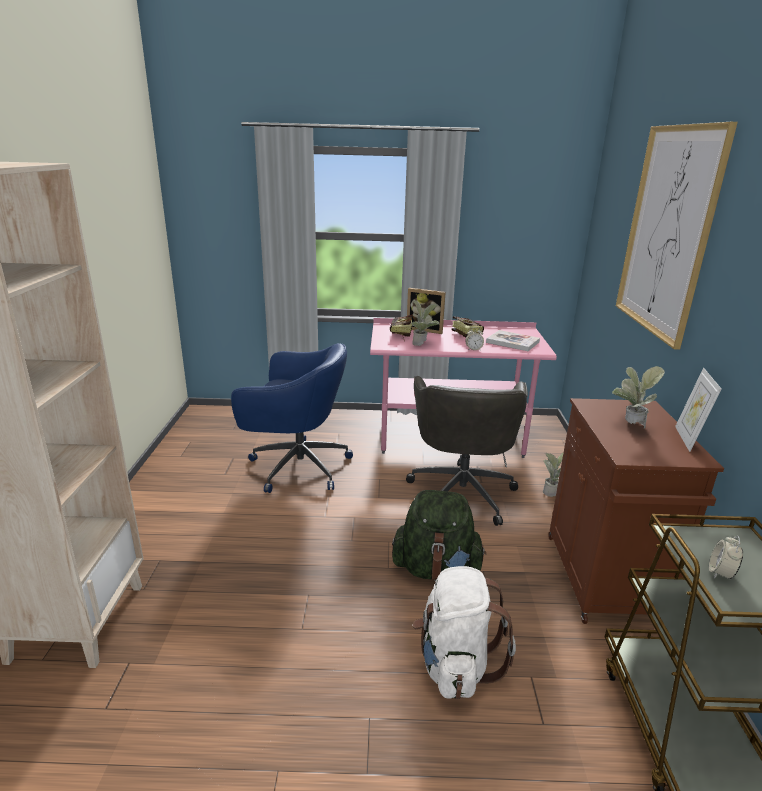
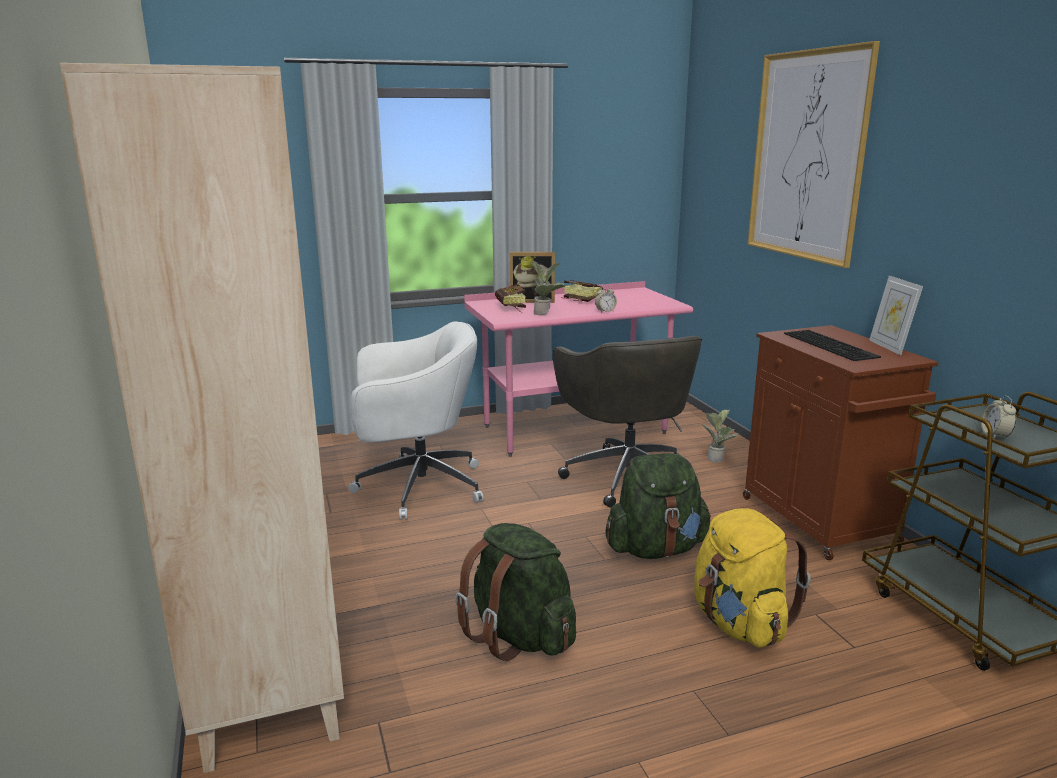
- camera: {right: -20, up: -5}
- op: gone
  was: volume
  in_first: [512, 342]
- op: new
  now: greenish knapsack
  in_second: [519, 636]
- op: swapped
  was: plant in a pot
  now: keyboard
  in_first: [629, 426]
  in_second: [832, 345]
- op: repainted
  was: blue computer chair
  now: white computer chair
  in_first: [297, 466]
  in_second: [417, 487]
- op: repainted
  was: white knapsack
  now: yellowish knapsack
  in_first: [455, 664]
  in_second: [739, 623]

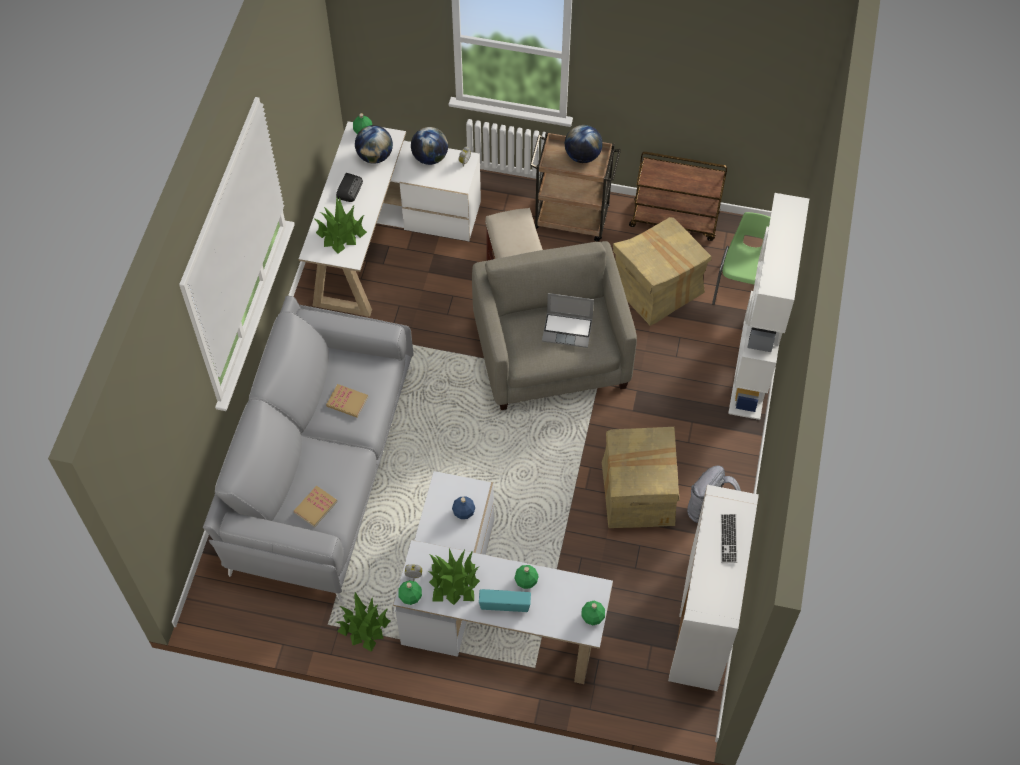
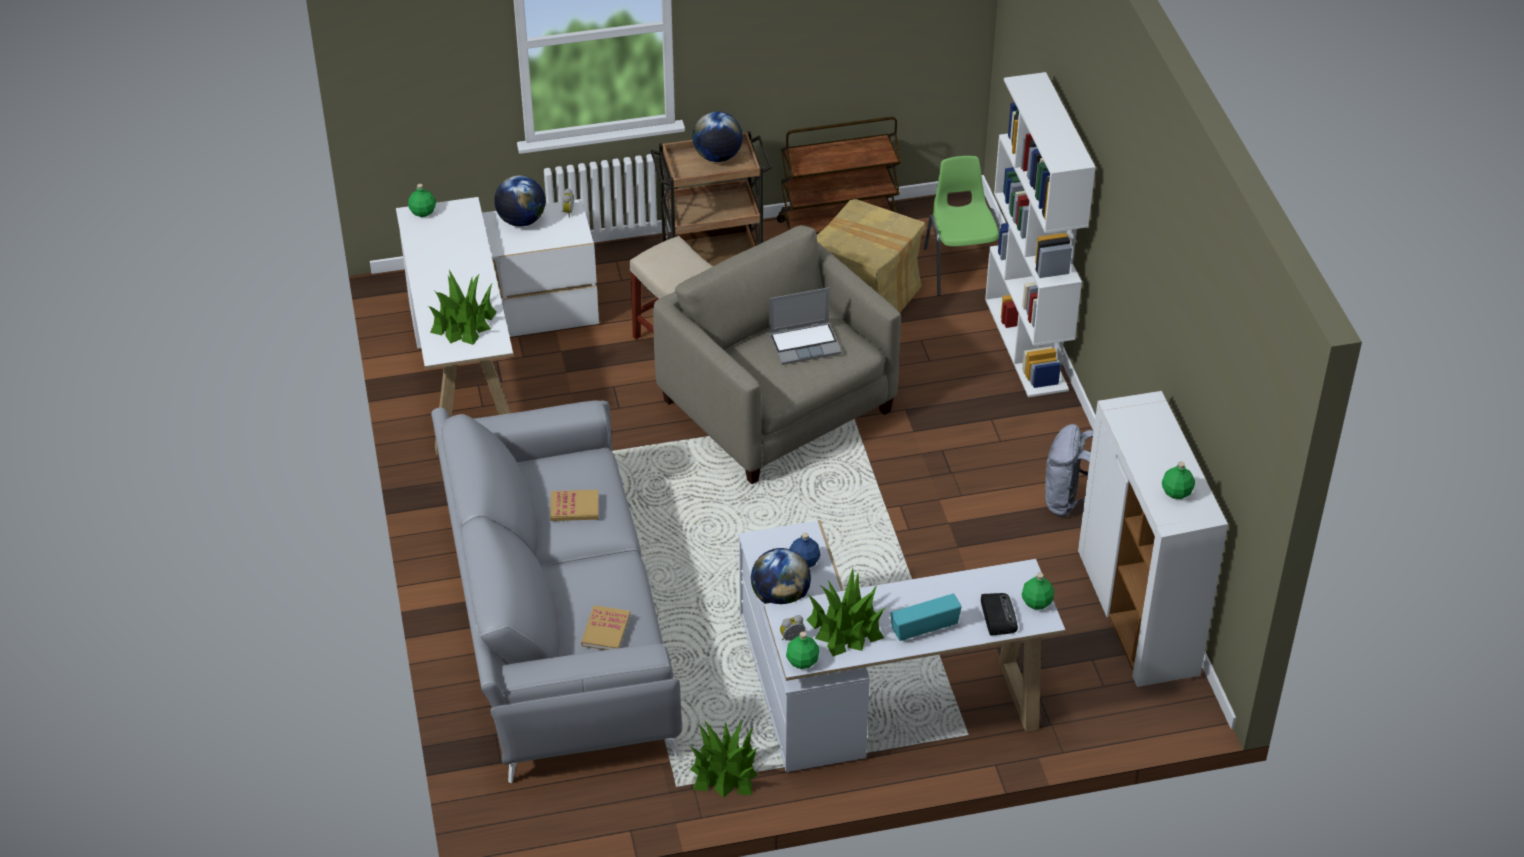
- camera: {right: -25, up: -15}
- op: gone
  was: cardboard box
  in_first: [638, 494]
- op: gone
  was: keyboard
  in_first: [728, 539]
- op: shifted
  was: radio receiver
  in_first: [349, 189]
  in_second: [997, 616]
- op: shifted
  was: globe
  in_first: [375, 156]
  in_second: [780, 598]
- op: shifted
  was: greenish bottle
  in_first: [526, 581]
  in_second: [1176, 492]

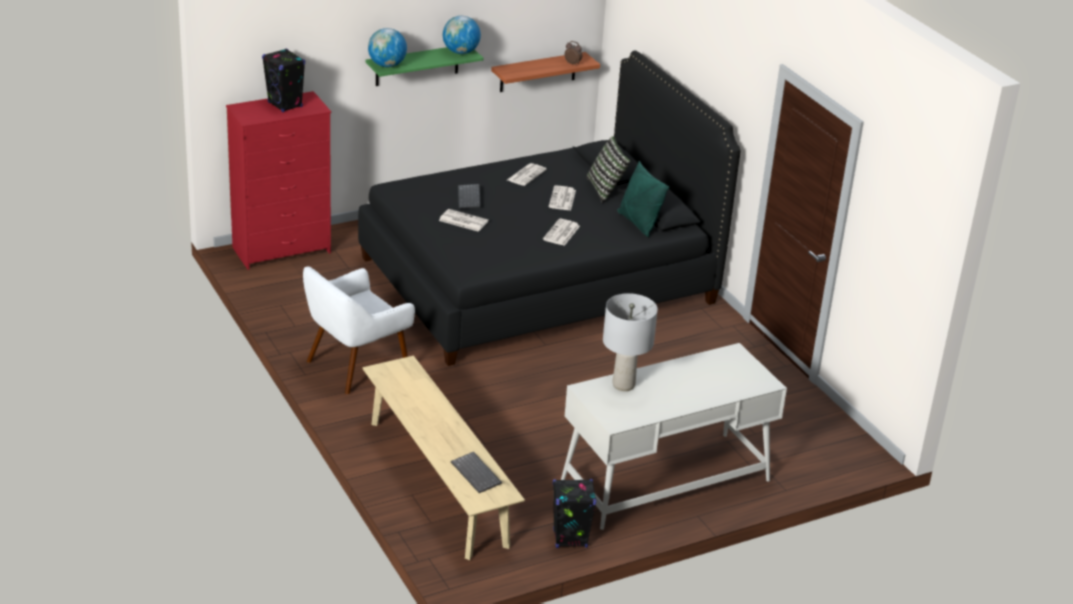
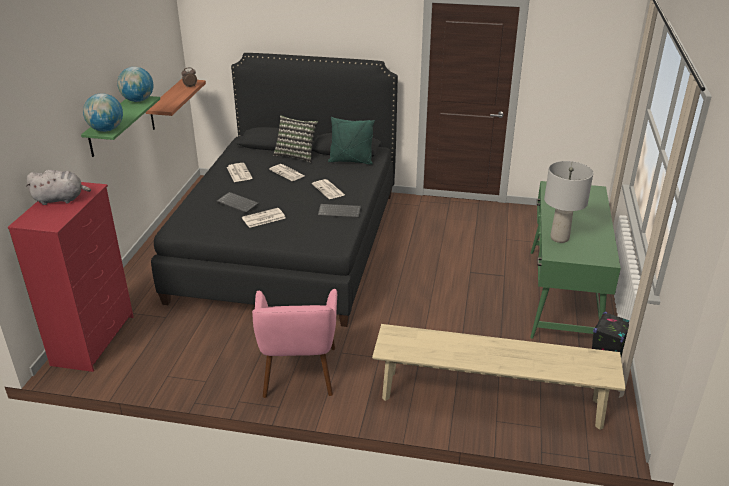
- camera: {right: -50, up: 0}
- op: shifted
  was: keyboard
  in_first: [477, 474]
  in_second: [340, 211]
- op: swapped
  was: blackish speaker
  now: gray cuddly toy
  in_first: [285, 105]
  in_second: [61, 199]
- op: repainted
  was: white lounge chair
  now: pink-coloured lounge chair
  in_first: [356, 366]
  in_second: [298, 373]
- op: repainted
  was: white desk table
  now: greenish desk table
  in_first: [665, 480]
  in_second: [563, 295]

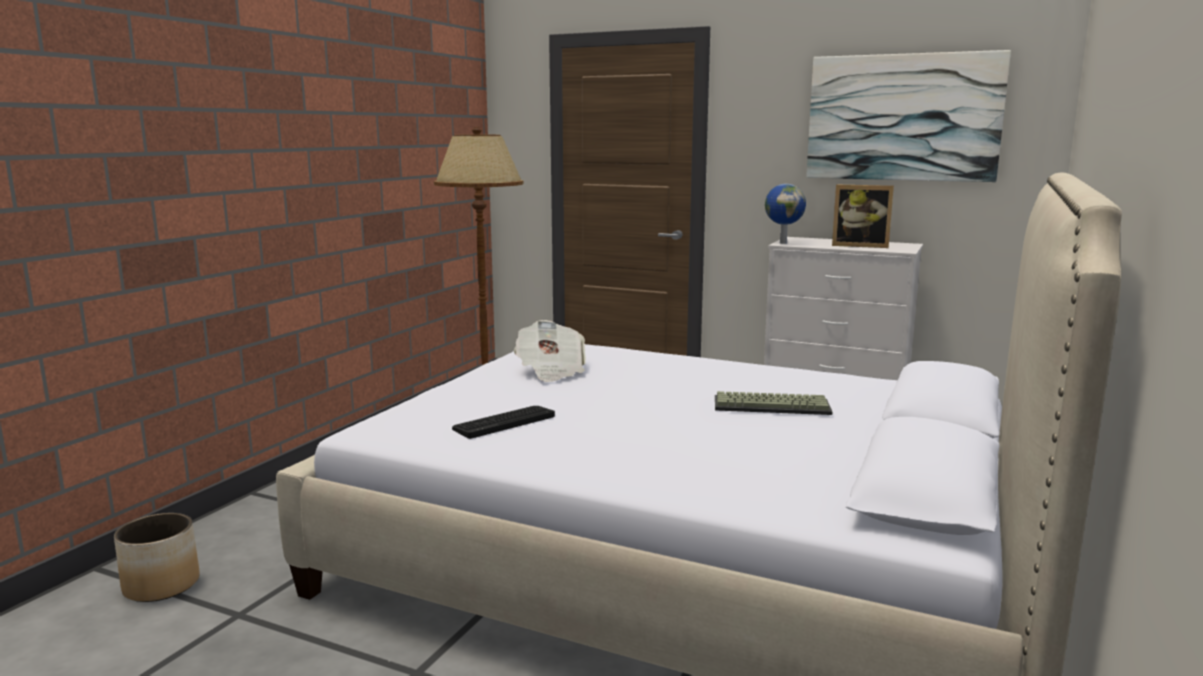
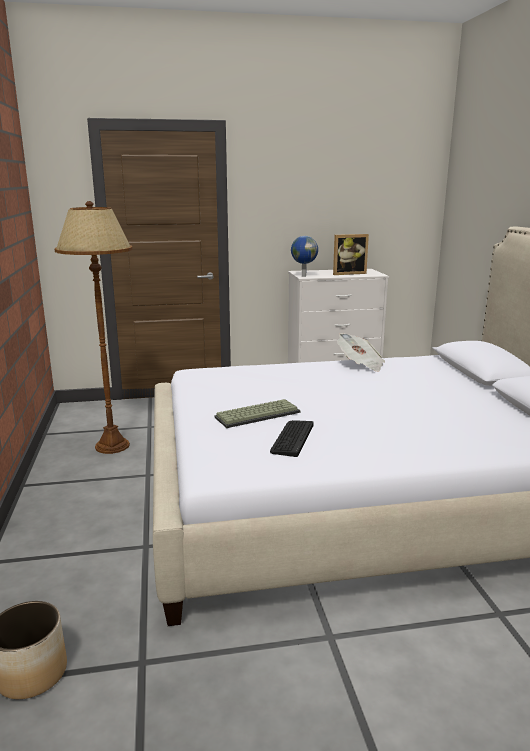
- camera: {right: -35, up: 5}
- op: gone
  was: wall picture
  in_first: [903, 117]
- op: shifted
  was: newspaper
  in_first: [551, 371]
  in_second: [360, 365]
- op: shifted
  was: keyboard
  in_first: [772, 405]
  in_second: [258, 414]

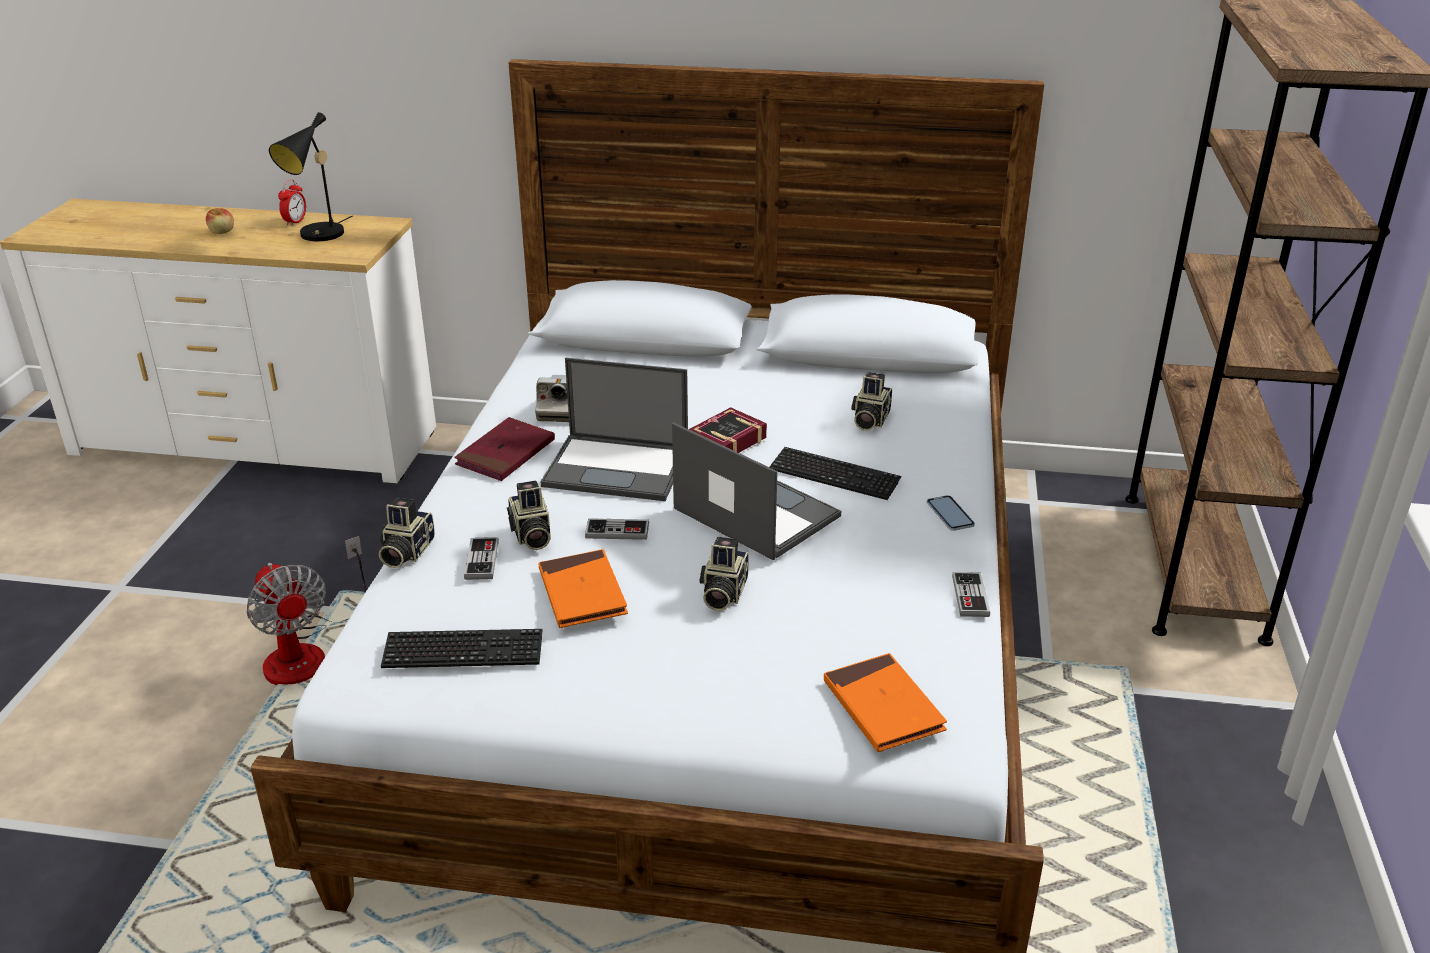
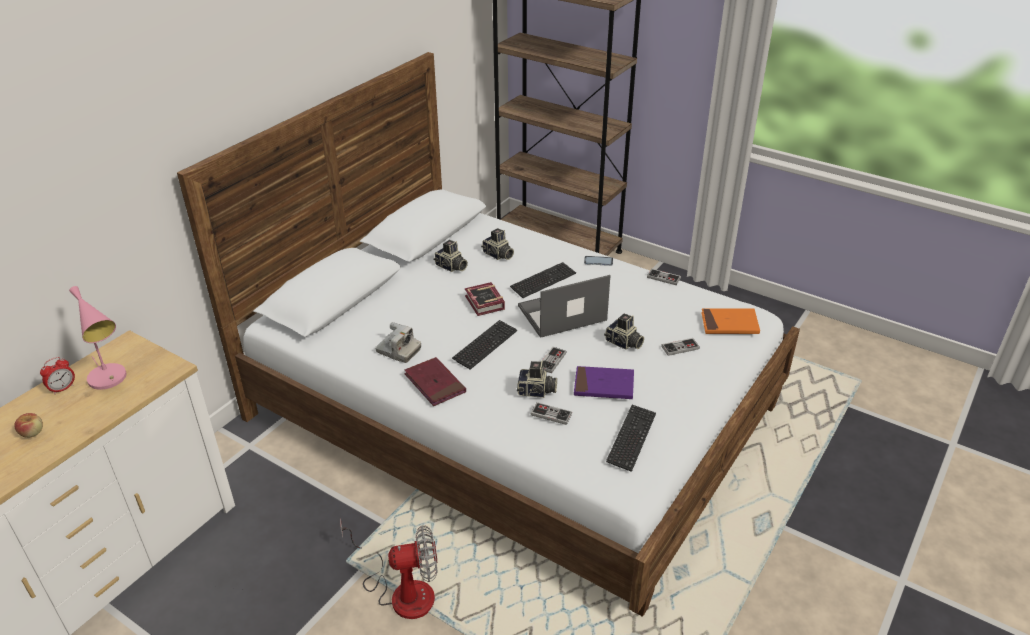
- camera: {right: -65, up: 5}
- op: new
  now: game controller
  in_second: [680, 348]
- op: shifted
  was: still camera
  in_first: [405, 552]
  in_second: [451, 267]
- op: swapped
  was: laptop
  now: keyboard
  in_first: [618, 468]
  in_second: [485, 345]
- op: repainted
  was: blackish table lamp
  now: pink-coloured table lamp
  in_first: [319, 236]
  in_second: [110, 380]
- op: repainted
  was: orange-coloured volume
  now: purple volume
  in_first: [582, 593]
  in_second: [604, 385]
- op: rotated
  was: alarm clock
  in_first: [295, 222]
  in_second: [63, 388]
  clockwise: 90

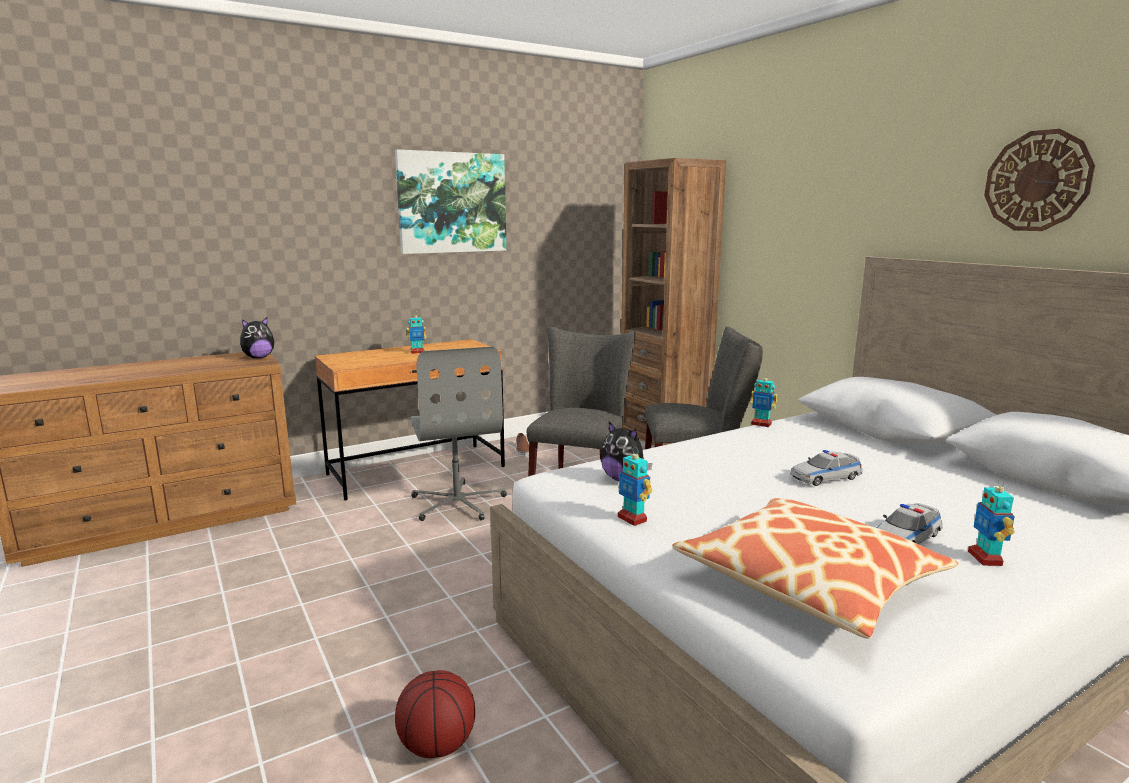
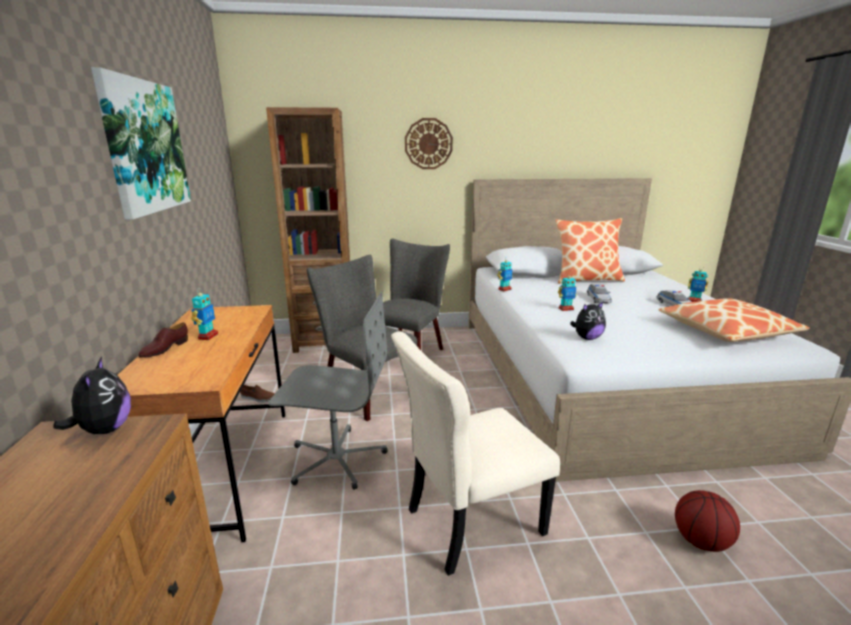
- camera: {right: -65, up: 5}
- op: new
  now: brown item of footwear
  in_second: [164, 349]
- op: new
  now: beige-coloured plain chair
  in_second: [469, 523]
- op: new
  now: pillow
  in_second: [586, 279]
- op: shifted
  was: model robot
  in_first: [632, 519]
  in_second: [566, 309]
- op: shifted
  was: clock on the wall
  in_first: [1037, 181]
  in_second: [428, 144]

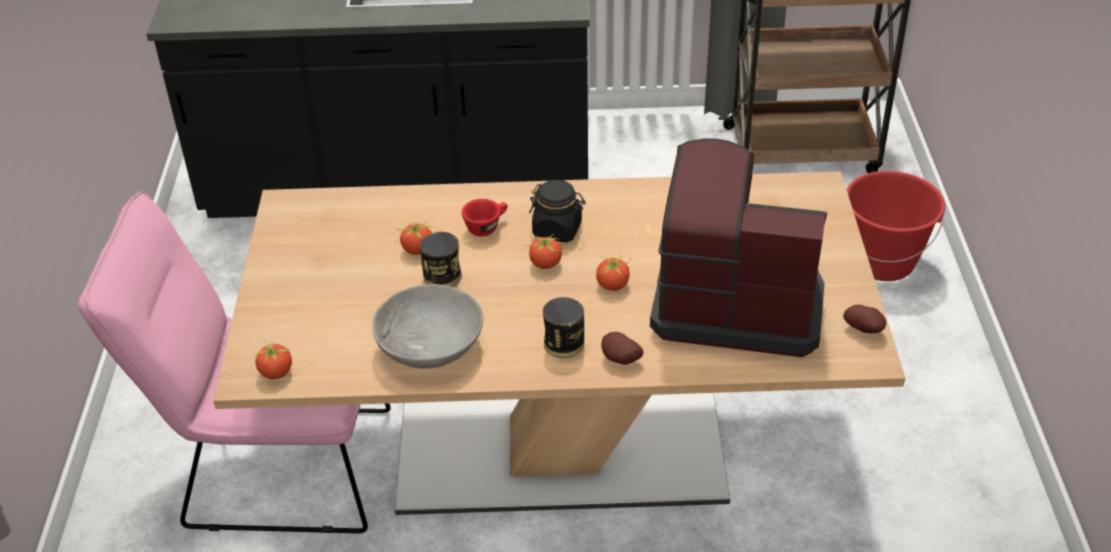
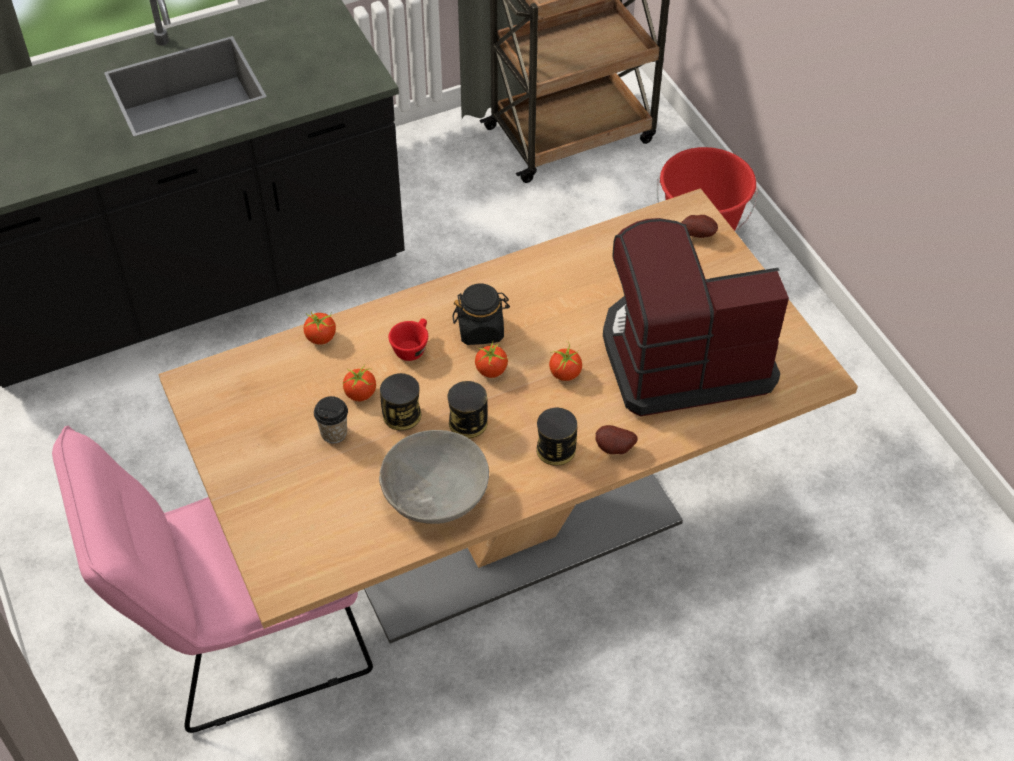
- camera: {right: -25, up: 10}
- op: new
  now: small cup
  in_second: [334, 433]
- op: new
  now: can
  in_second: [468, 422]
- op: shifted
  was: whole tomato
  in_first: [276, 373]
  in_second: [321, 338]
- op: shifted
  was: potato
  in_first: [864, 329]
  in_second: [698, 234]

